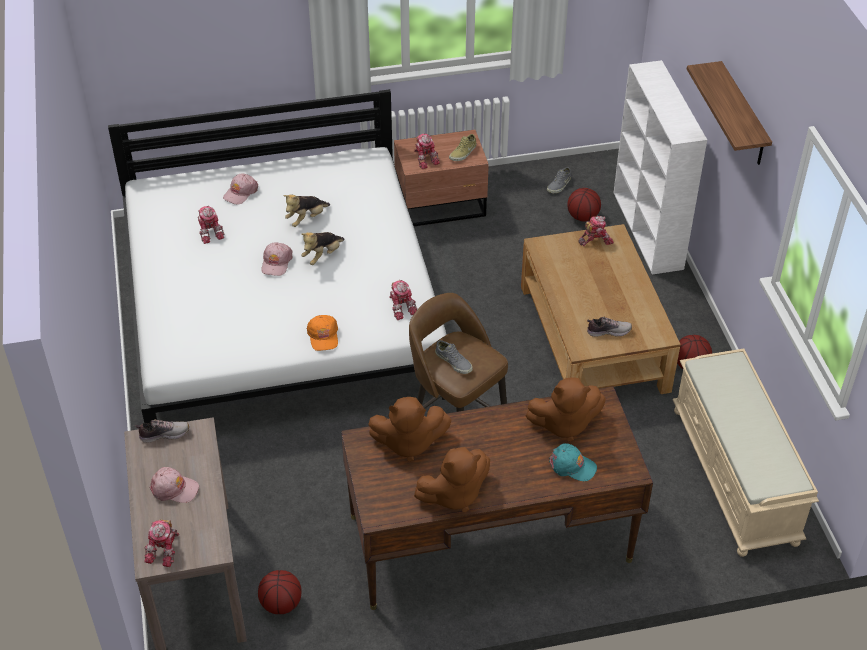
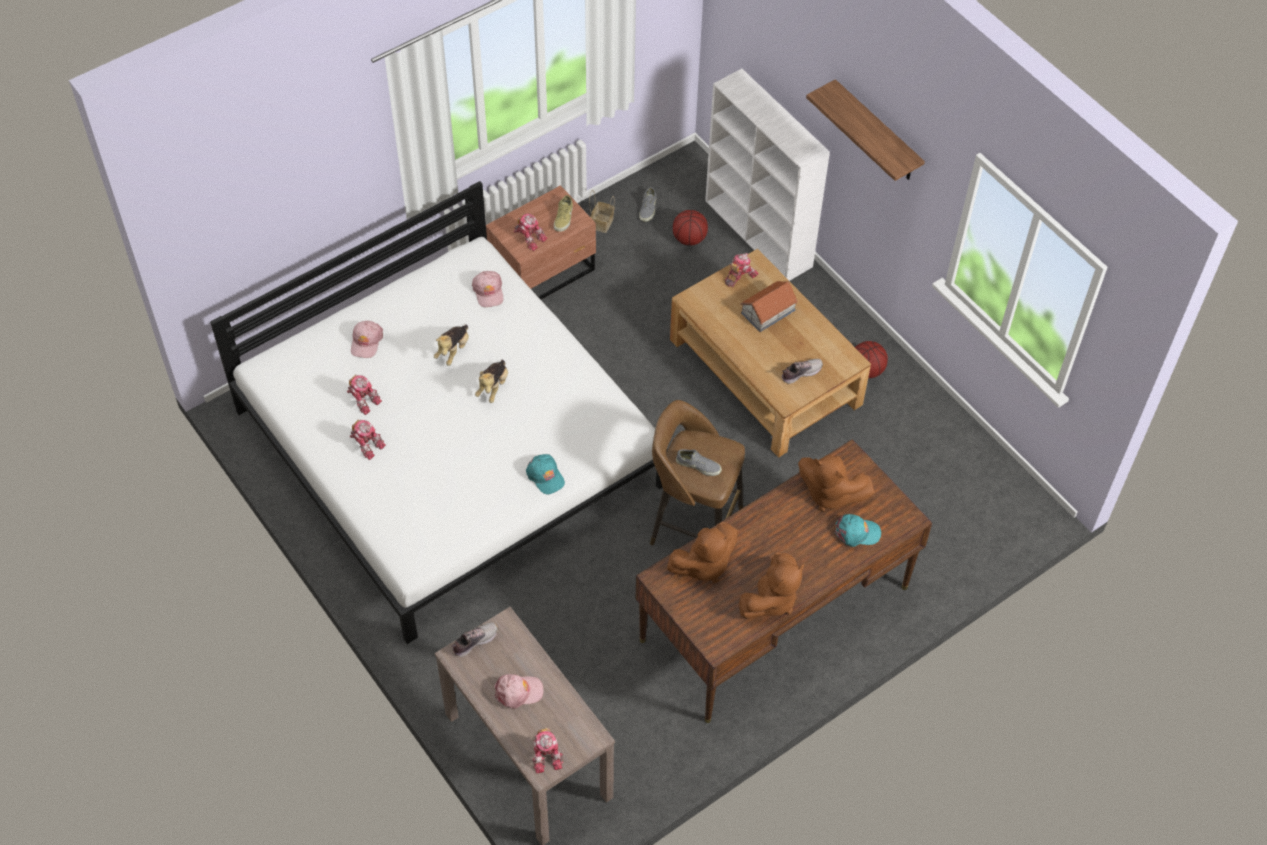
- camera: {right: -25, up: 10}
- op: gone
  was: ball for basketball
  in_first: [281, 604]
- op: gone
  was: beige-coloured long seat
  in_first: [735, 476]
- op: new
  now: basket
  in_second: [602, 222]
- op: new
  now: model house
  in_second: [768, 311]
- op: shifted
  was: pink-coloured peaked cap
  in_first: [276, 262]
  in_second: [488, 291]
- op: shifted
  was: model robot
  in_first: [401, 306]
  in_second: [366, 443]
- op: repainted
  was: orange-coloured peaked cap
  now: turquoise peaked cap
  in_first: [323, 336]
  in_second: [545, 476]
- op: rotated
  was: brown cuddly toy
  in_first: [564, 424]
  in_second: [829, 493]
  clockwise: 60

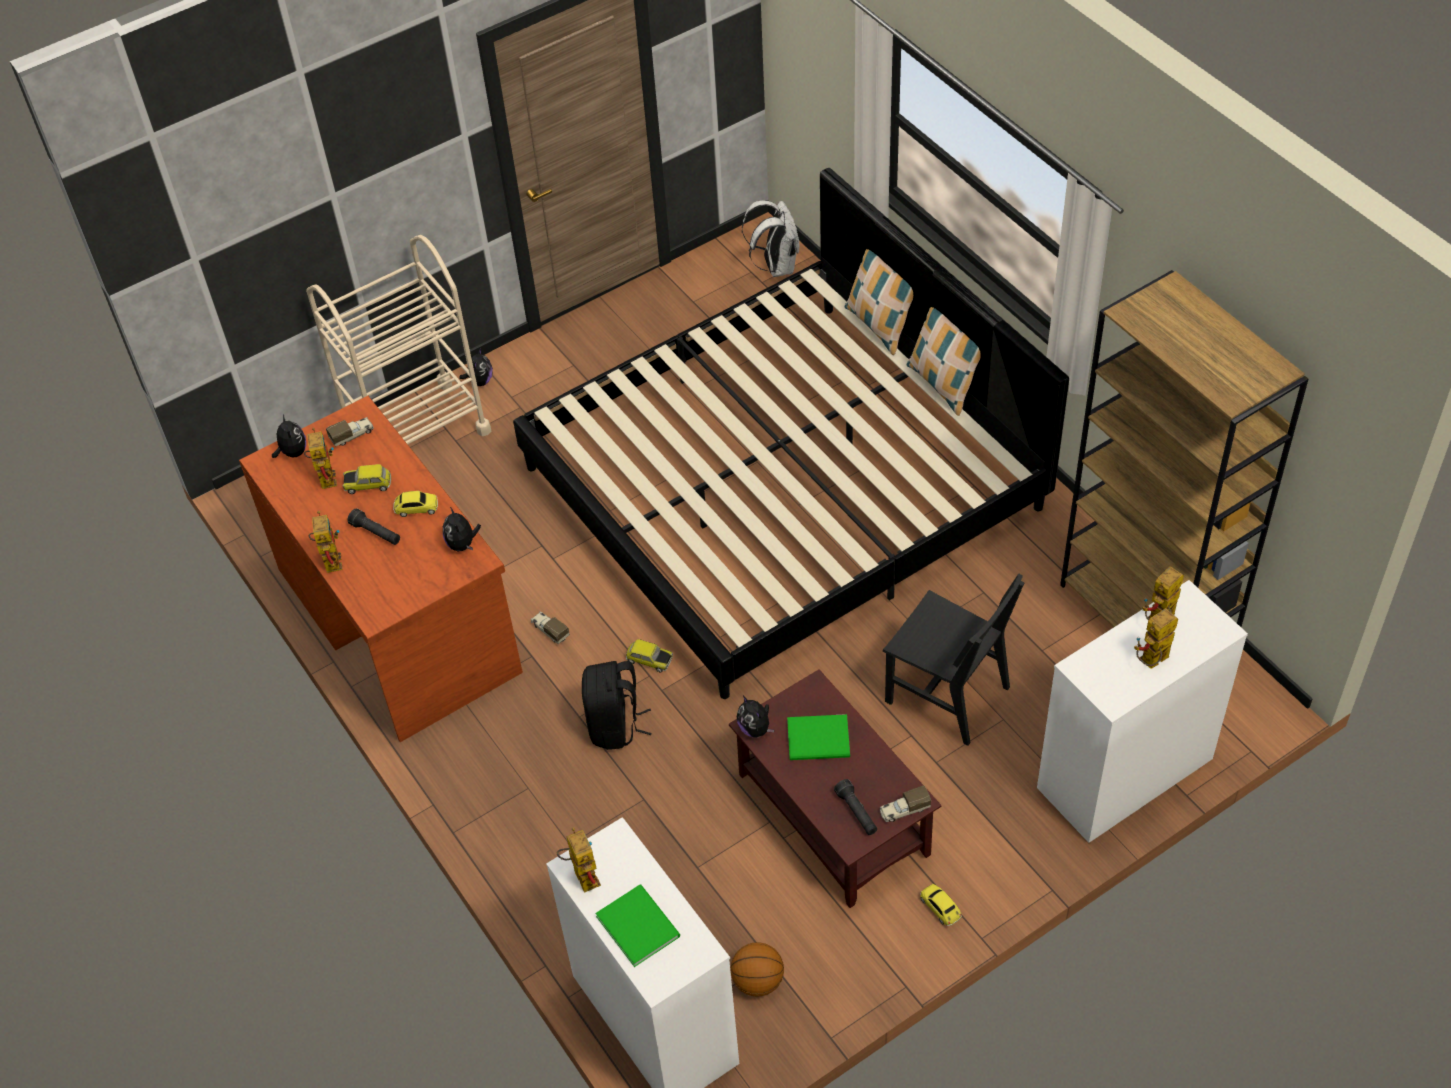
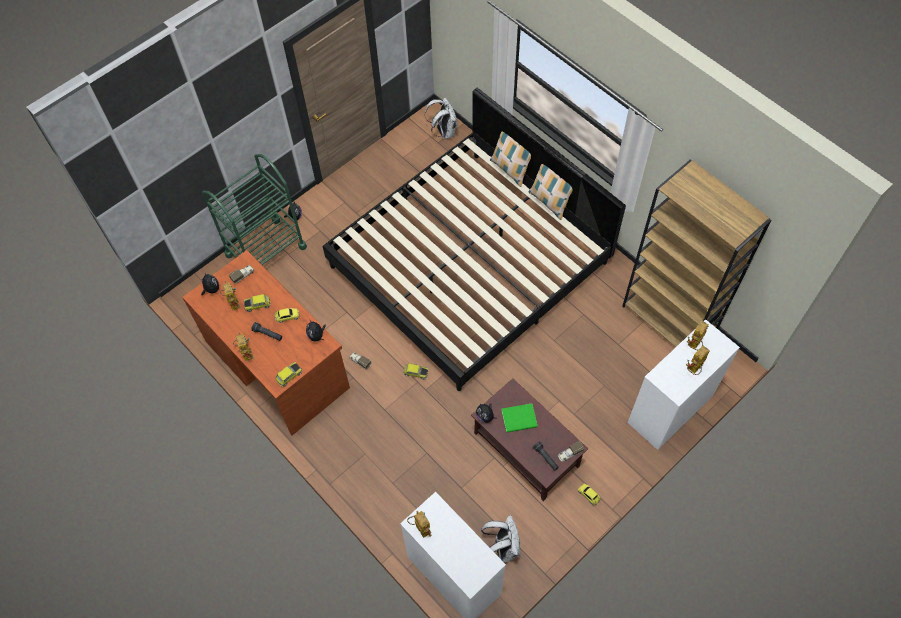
- camera: {right: -10, up: 10}
- op: gone
  was: blackish knapsack
  in_first: [615, 726]
- op: gone
  was: greenish volume
  in_first: [638, 923]
- op: gone
  was: blackish plain chair
  in_first: [947, 695]
- op: new
  now: miniature car
  in_second: [289, 376]
- op: swapped
  was: ball for basketball
  now: white knapsack
  in_first: [757, 981]
  in_second: [503, 547]
- op: repainted
  was: beige-coloured cart
  now: greenish cart
  in_first: [417, 431]
  in_second: [266, 251]

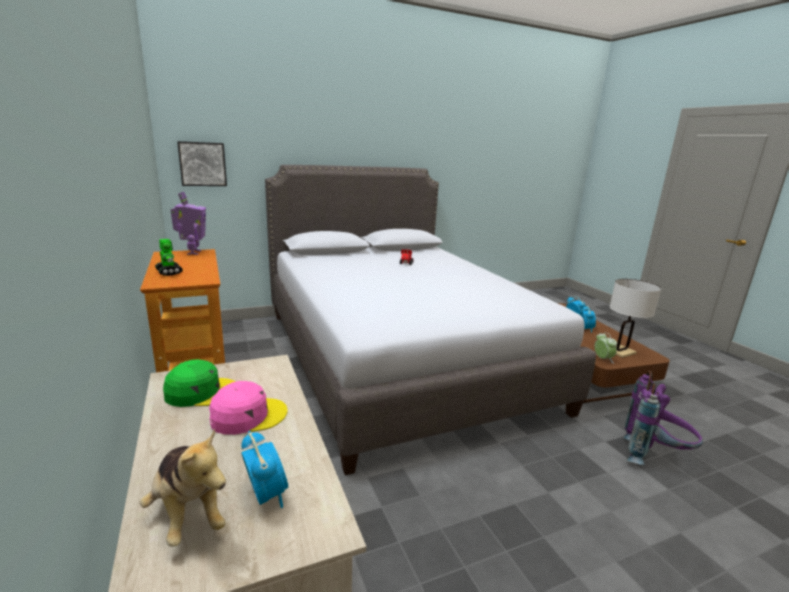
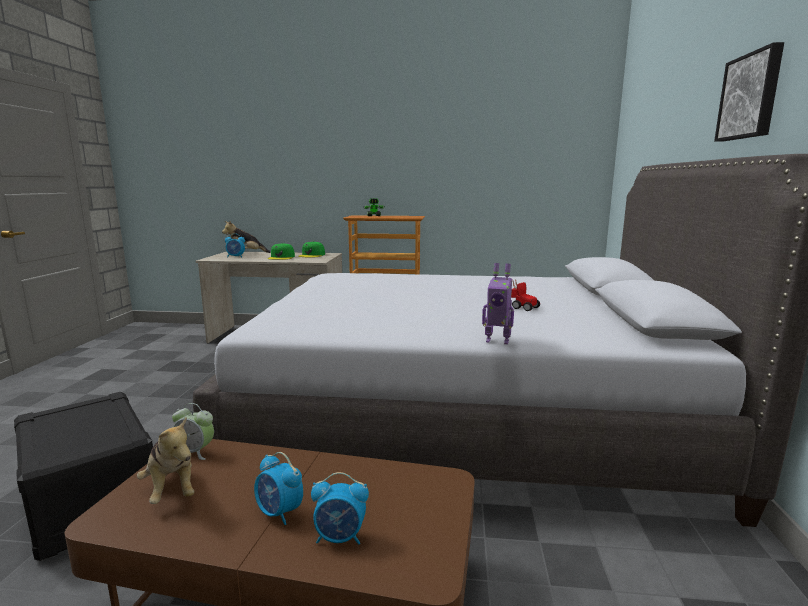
- camera: {right: 120, up: -5}
- op: shifted
  was: model robot
  in_first: [193, 252]
  in_second: [497, 340]
- op: shifted
  was: wall picture
  in_first: [202, 164]
  in_second: [751, 96]
- op: swapped
  was: white table lamp
  now: cuddly toy
  in_first: [621, 352]
  in_second: [172, 488]
- op: swapped
  was: purple knapsack
  now: blackish storage box
  in_first: [654, 456]
  in_second: [94, 501]
- op: repainted
  was: pink-coloured peaked cap
  now: greenish peaked cap
  in_first: [248, 415]
  in_second: [281, 257]

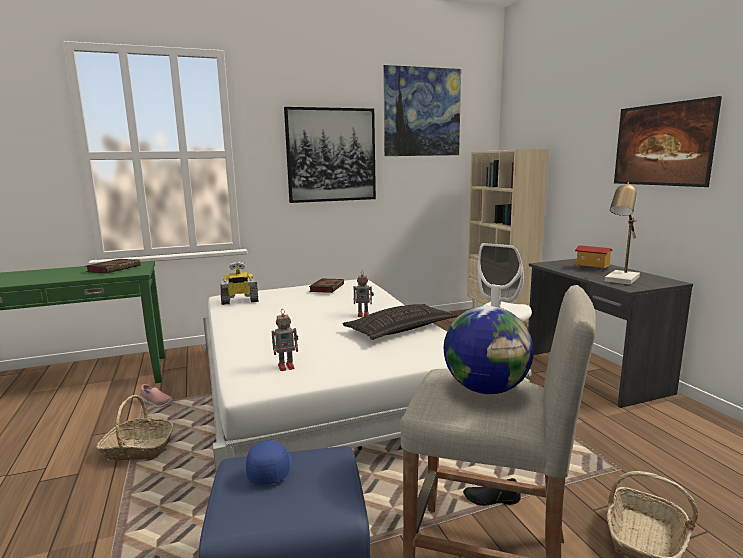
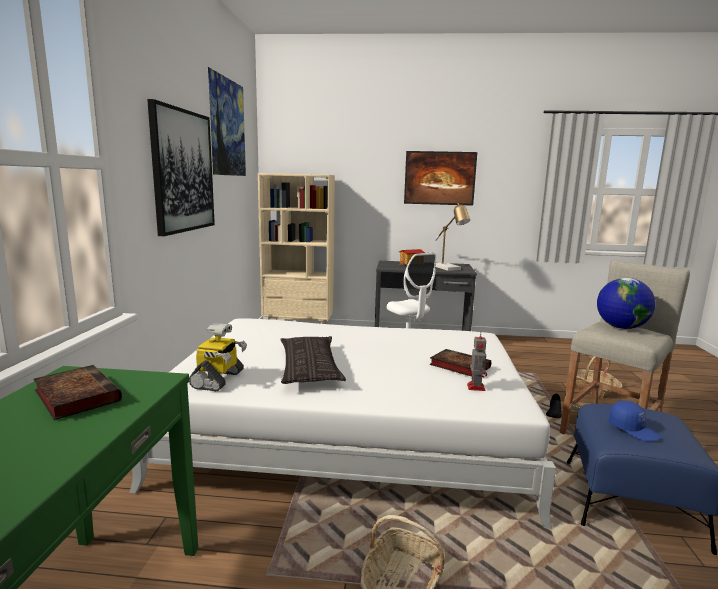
- camera: {right: -65, up: 0}
- op: gone
  was: pink-coloured item of footwear
  in_first: [156, 403]
- op: gone
  was: model robot
  in_first: [364, 314]
- op: shifted
  was: volume
  in_first: [327, 288]
  in_second: [458, 366]
- op: shifted
  was: pillow
  in_first: [401, 329]
  in_second: [309, 367]
- op: rotated
  was: blue peaked cap
  in_first: [269, 469]
  in_second: [633, 429]
  clockwise: -150

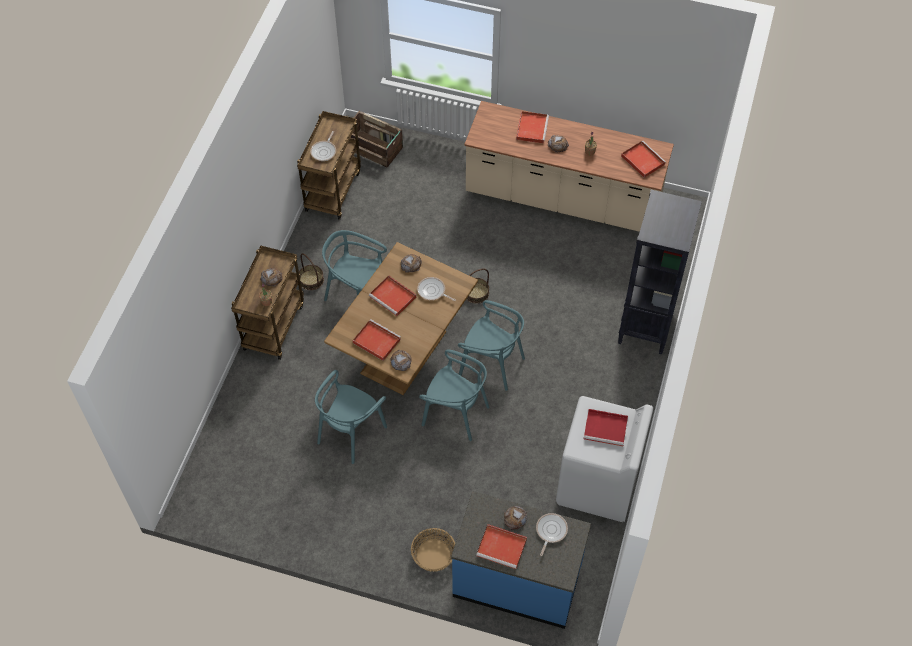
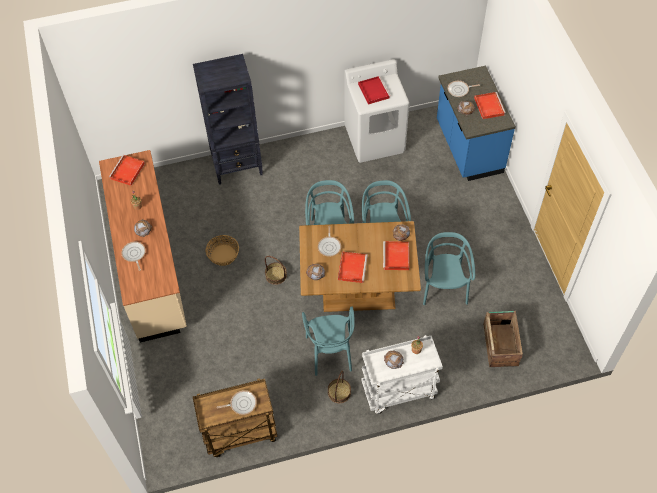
- camera: {right: -120, up: 0}
- op: shifted
  was: shipping crate
  in_first: [374, 148]
  in_second: [500, 344]
- op: shifted
  was: basket
  in_first: [433, 555]
  in_second: [223, 255]
- op: swapped
  was: reddish tray
  now: frying pan
  in_first: [532, 128]
  in_second: [134, 254]
- op: repainted
  was: brown cart
  now: white cart
  in_first: [273, 325]
  in_second: [398, 392]
- op: rotated
  was: turquoise plain chair
  in_first: [350, 432]
  in_second: [444, 287]
  clockwise: -90

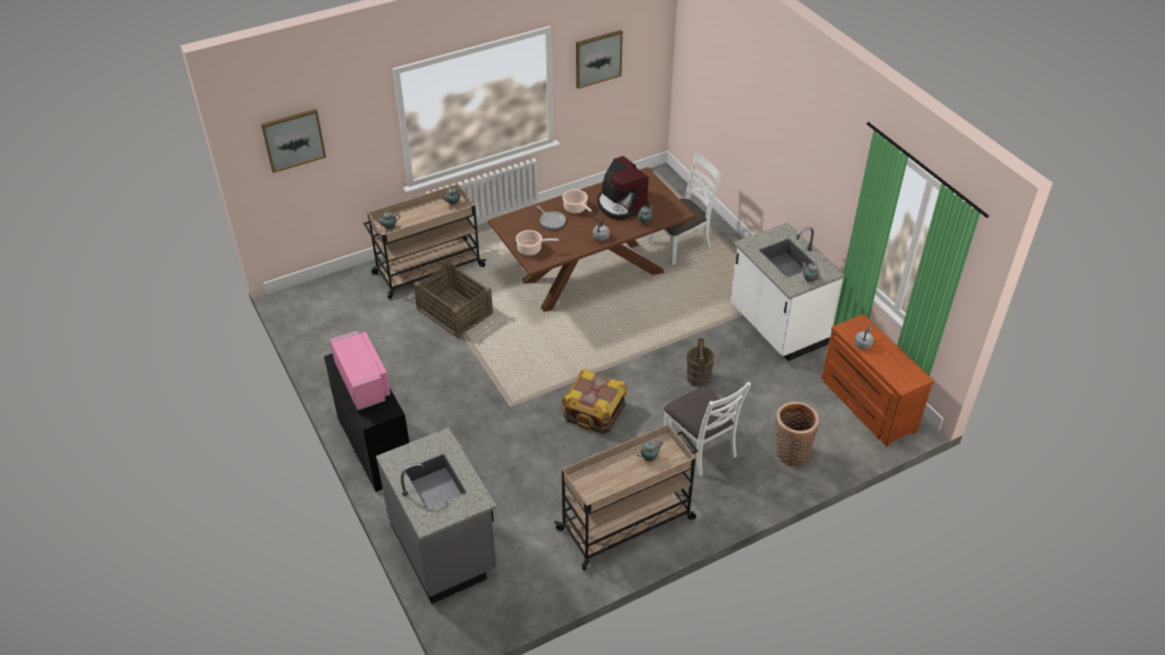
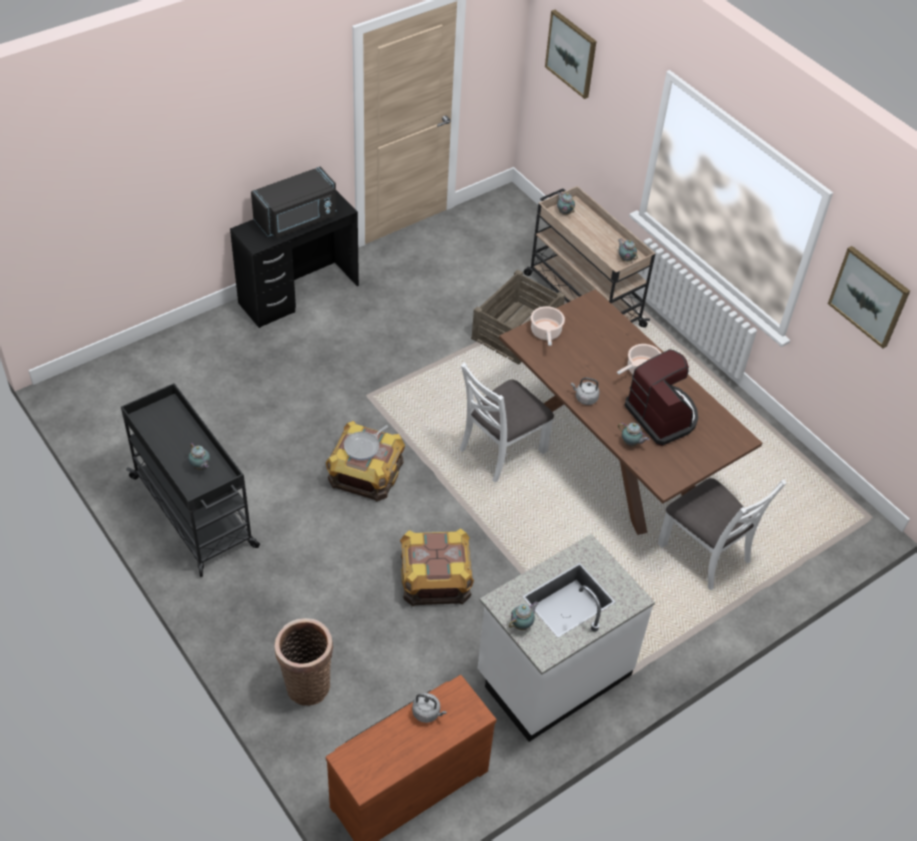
- camera: {right: 80, up: 5}
- op: gone
  was: gray kitchen counter
  in_first: [444, 548]
- op: shifted
  was: frying pan
  in_first: [551, 221]
  in_second: [363, 446]
- op: shifted
  was: white plain chair
  in_first: [700, 447]
  in_second: [501, 450]
- op: swapped
  was: brown water bucket
  now: shipping crate
  in_first: [698, 378]
  in_second: [435, 578]
- op: repainted
  was: pink-coloured microwave oven
  now: blackish microwave oven
  in_first: [363, 382]
  in_second: [297, 220]
- op: repainted
  was: beige-coloured cart
  now: blackish cart
  in_first: [627, 523]
  in_second: [194, 513]
- op: rotated
  was: coffee maker
  in_first: [621, 205]
  in_second: [662, 416]
  clockwise: 105

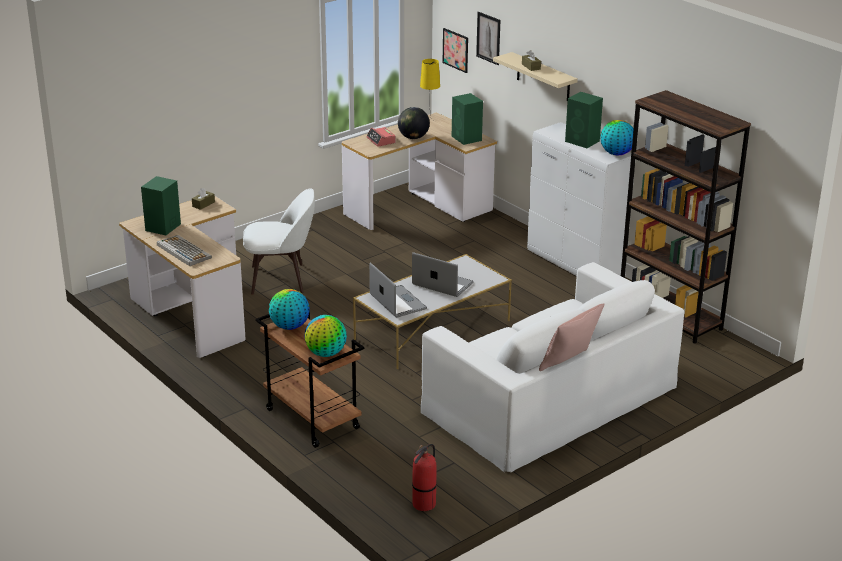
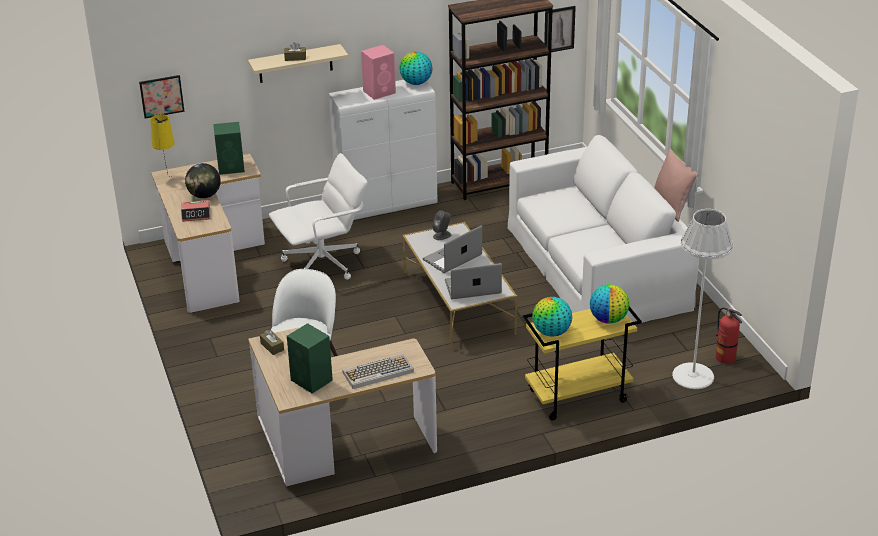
- camera: {right: -70, up: 5}
- op: new
  now: white computer chair
  in_second: [323, 264]
- op: new
  now: gray speaker
  in_second: [442, 235]
- op: new
  now: white standard lamp
  in_second: [693, 376]
- op: shifted
  was: wall picture
  in_first: [488, 38]
  in_second: [559, 29]
- op: repainted
  was: brown cart
  now: yellowish cart
  in_first: [311, 419]
  in_second: [577, 397]
- op: repainted
  was: greenish speaker
  now: pink-coloured speaker
  in_first: [583, 141]
  in_second: [380, 92]

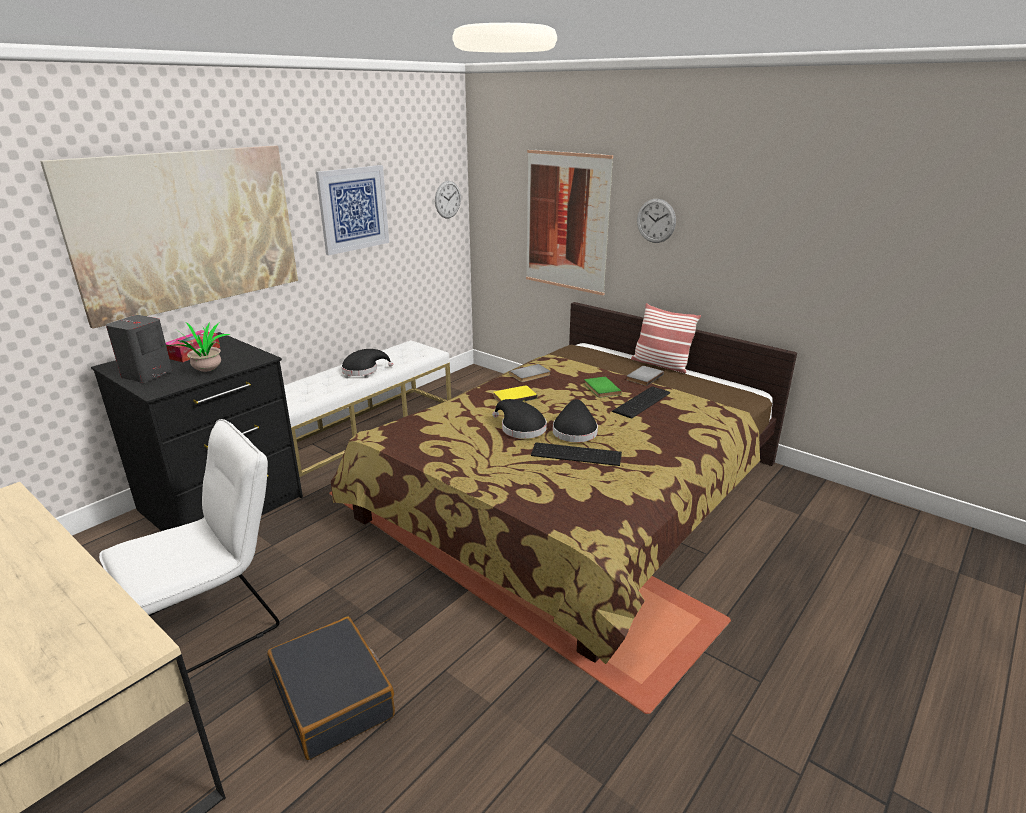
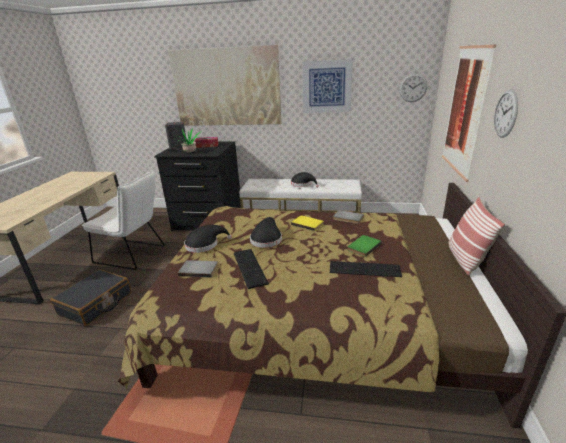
- camera: {right: 60, up: 0}
- op: shifted
  was: blackish wearable hat
  in_first: [574, 431]
  in_second: [204, 244]
- op: shifted
  was: gray volume
  in_first: [643, 377]
  in_second: [199, 269]

